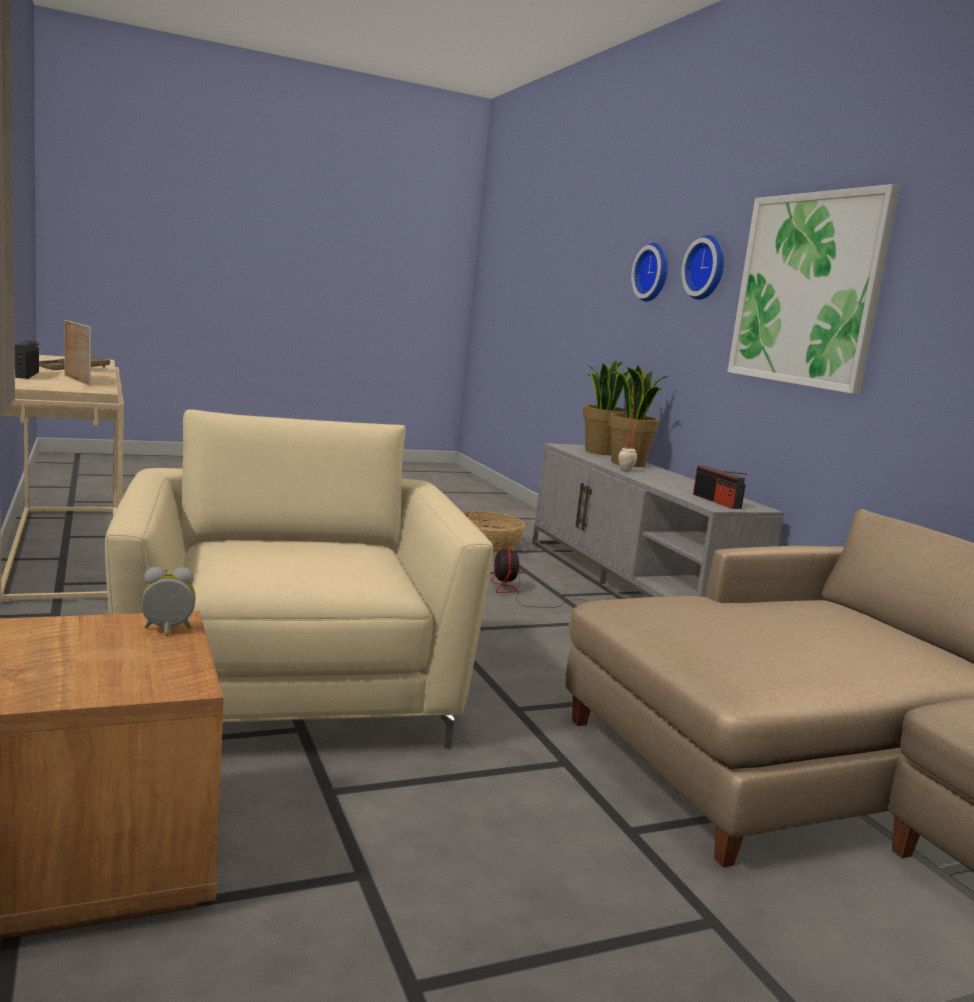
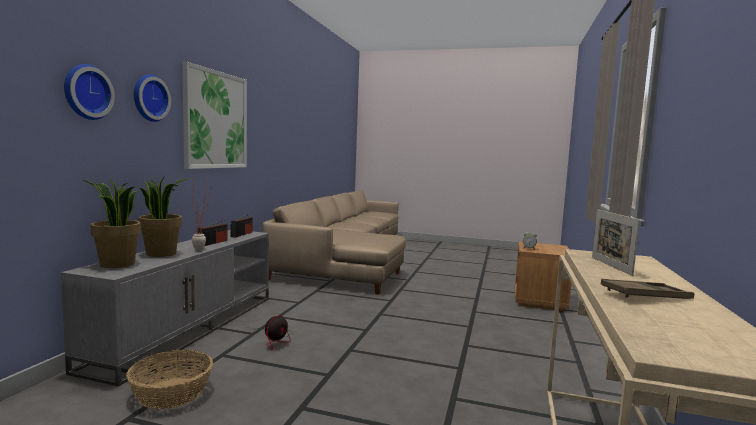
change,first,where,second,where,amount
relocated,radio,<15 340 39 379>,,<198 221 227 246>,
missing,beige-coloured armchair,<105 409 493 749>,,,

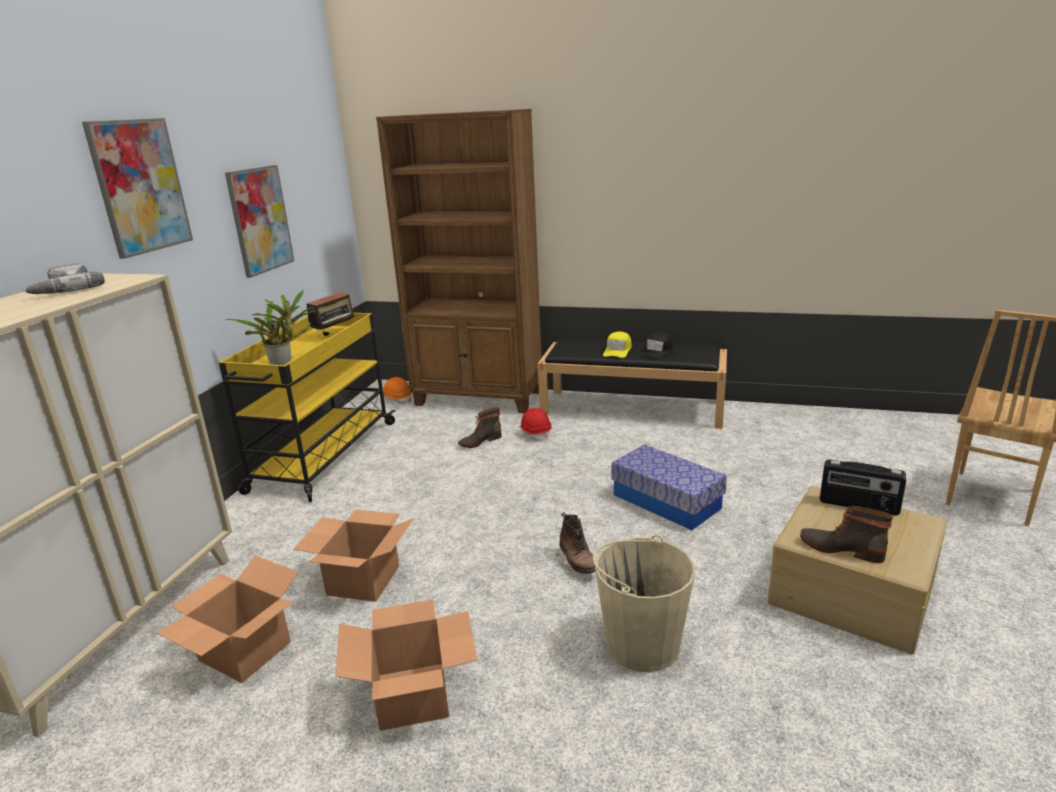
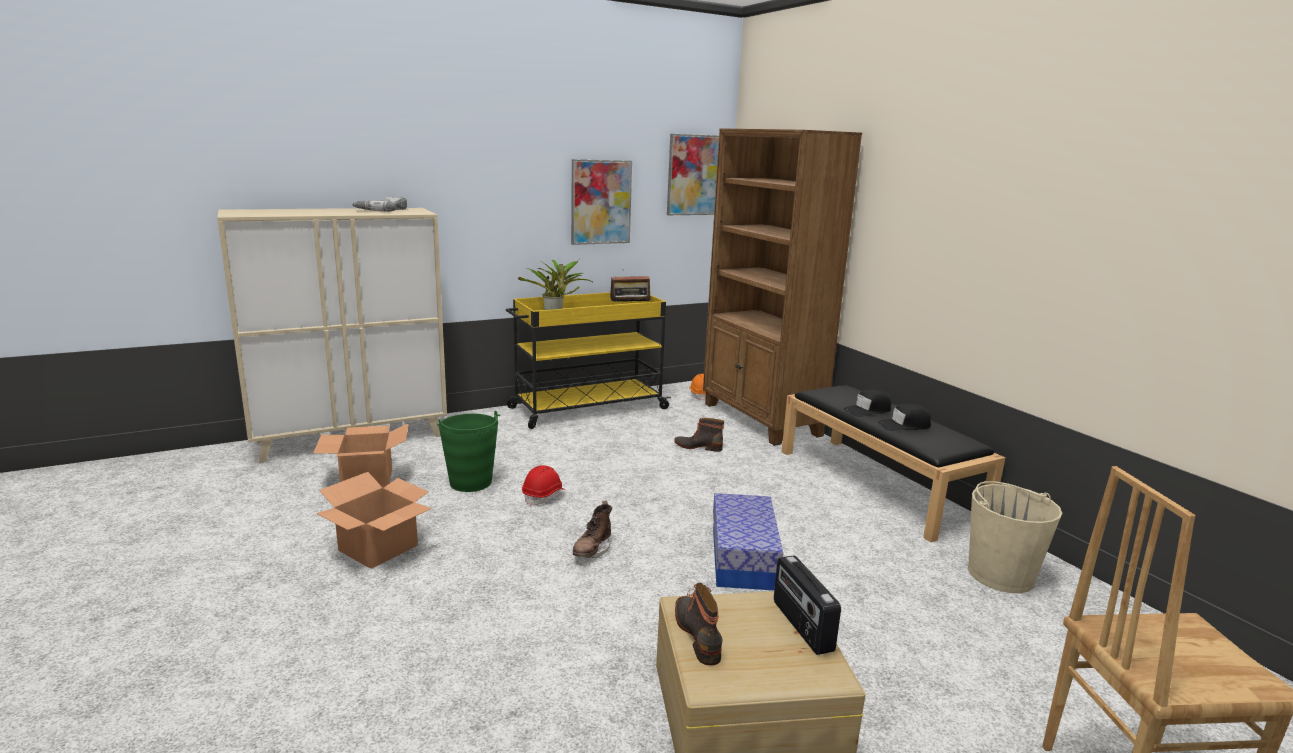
change,first,where,second,where,amount
relocated,wall picture,<82 118 193 259>,,<667 134 719 215>,
exchanged,cardboard box,<293 510 414 602>,green water bucket,<437 411 500 492>,
relocated,reddish hard hat,<519 408 552 441>,,<522 465 565 506>,
relocated,beige-coloured water bucket,<593 535 695 672>,,<968 481 1062 593>,
colour,yellow-coloured peaked cap,<603 332 631 358>,black-coloured peaked cap,<843 389 891 417>,

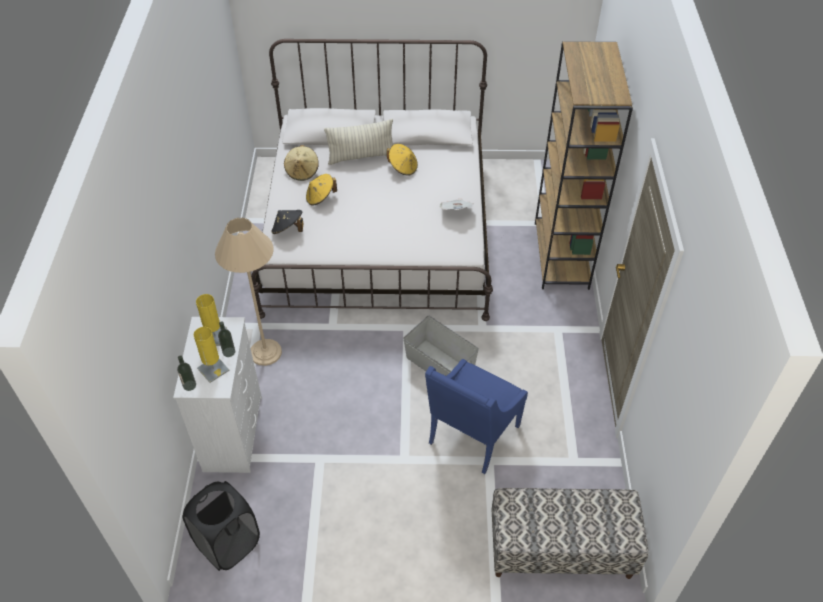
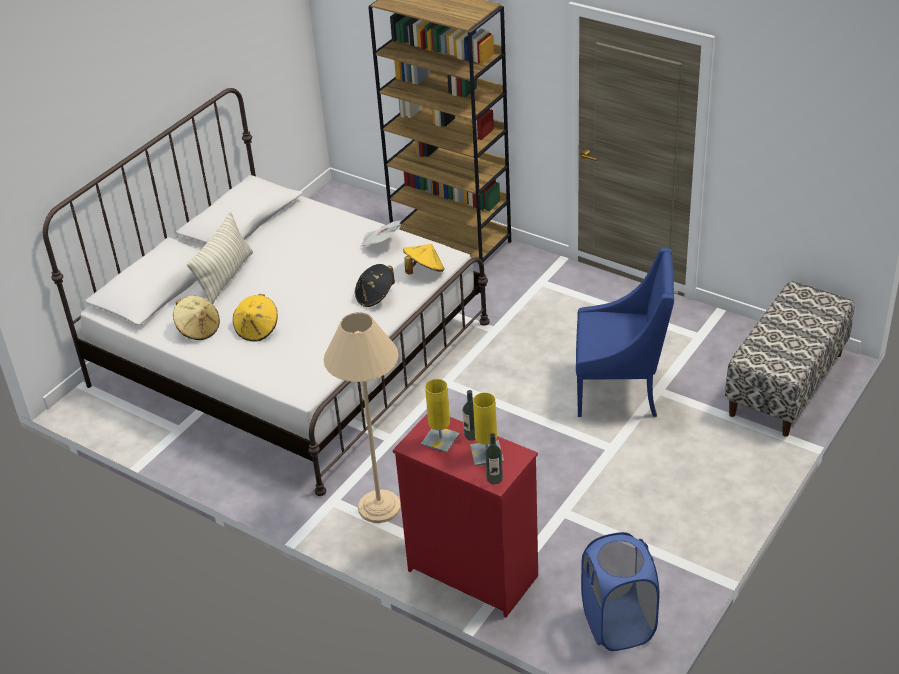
change,first,where,second,where,amount
colour,white dresser,<173 317 262 473>,reddish dresser,<393 414 538 617>,
colour,black-coloured washing basket,<182 481 260 571>,blue washing basket,<581 532 659 651>,
relocated,black-coloured hat,<272 210 303 234>,,<355 264 395 307>,
relocated,yellow-coloured hat,<387 144 418 175>,,<403 244 445 275>,
missing,greyish storage bin,<403 315 479 376>,,,
spun,blue armchair,<425 359 528 474>,,<576 248 674 417>,60 degrees counterclockwise

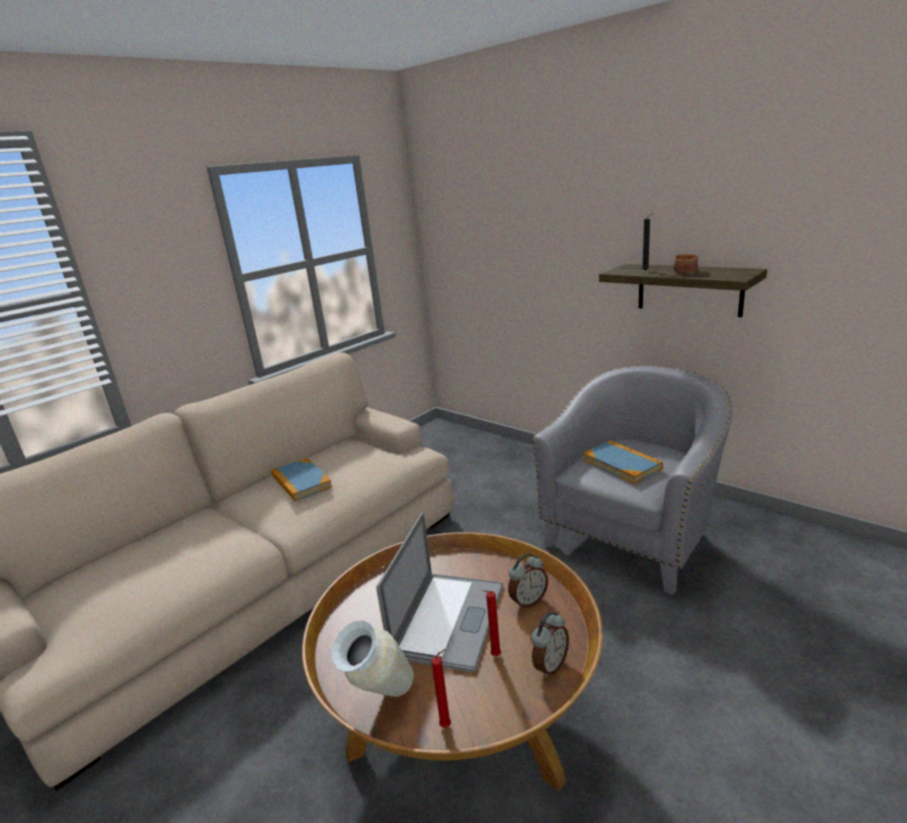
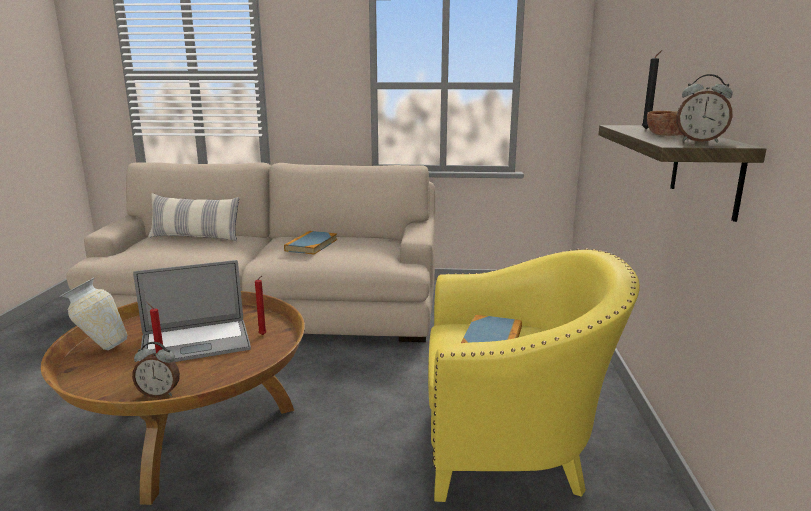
change,first,where,second,where,amount
relocated,reddish wax light,<431 649 451 728>,,<255 276 267 335>,
relocated,alarm clock,<508 553 548 609>,,<676 74 733 143>,
colour,greyish armchair,<532 365 733 595>,yellow-coloured armchair,<428 248 640 502>,
appeared,,,throw pillow,<148 193 239 241>,

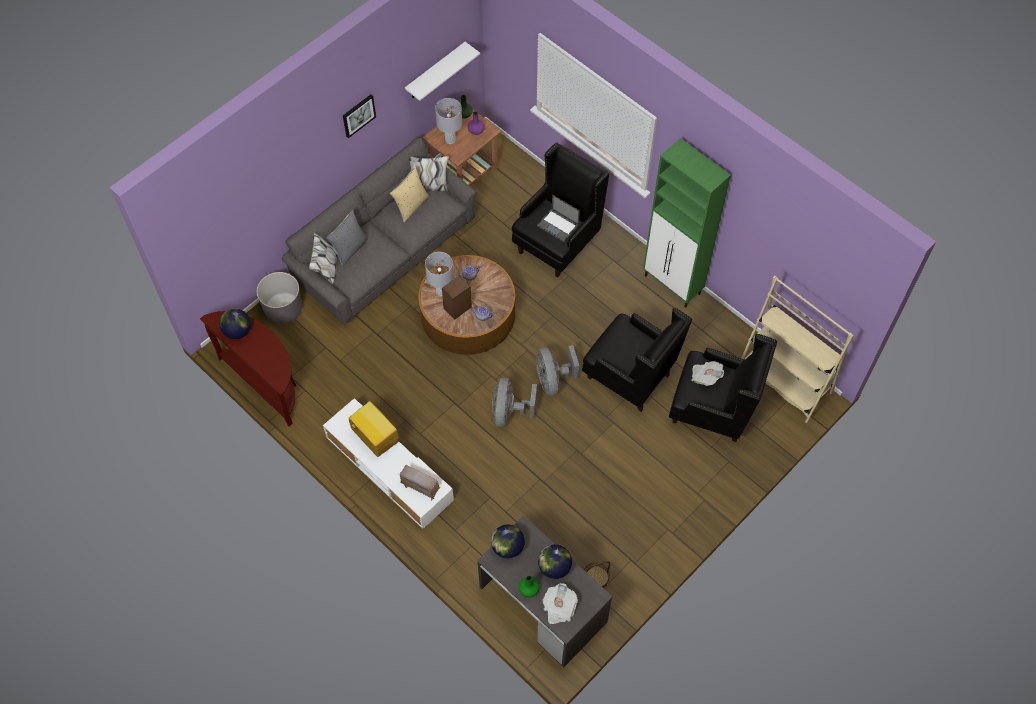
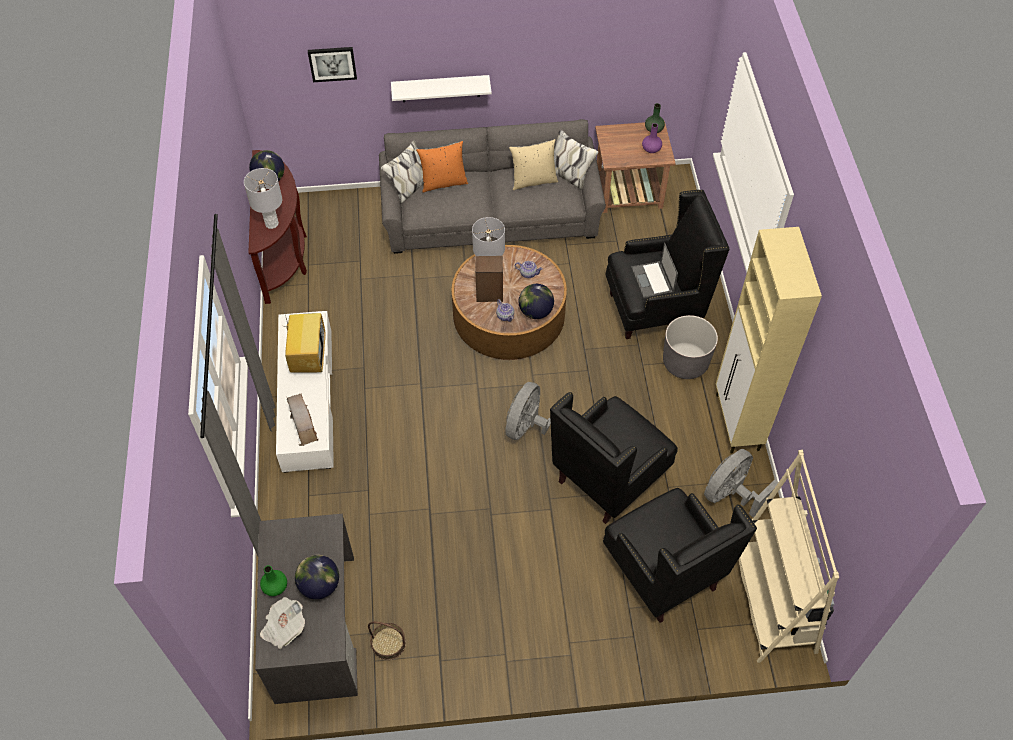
change,first,where,second,where,amount
relocated,greyish plant pot,<256 272 302 324>,,<663 315 718 379>,
colour,greyish throw pillow,<326 210 368 267>,orangey throw pillow,<416 141 468 193>,
relocated,wall picture,<343 94 376 138>,,<308 47 357 82>,
relocated,white wall shelf,<405 42 480 101>,,<391 75 492 102>,
relocated,greyish tabletop lamp,<435 98 462 144>,,<244 168 282 229>,
relocated,world globe,<491 524 525 558>,,<519 284 554 319>,
relocated,greyish electric fan,<492 378 537 427>,,<704 449 779 518>,
spun,black-coloured armchair,<582 308 692 412>,,<550 392 678 524>,60 degrees clockwise
colour,green storage cabinet,<643 138 731 308>,beige-coloured storage cabinet,<716 227 822 453>,
missing,daily paper,<692 361 724 386>,,,

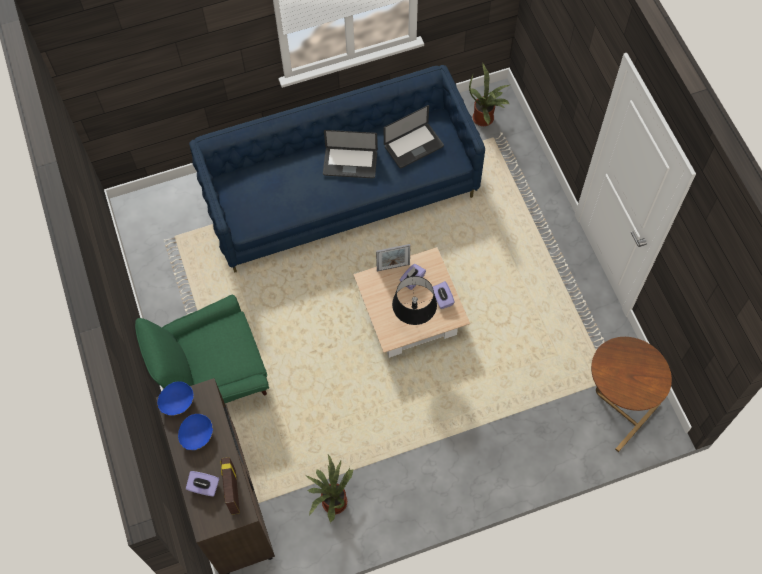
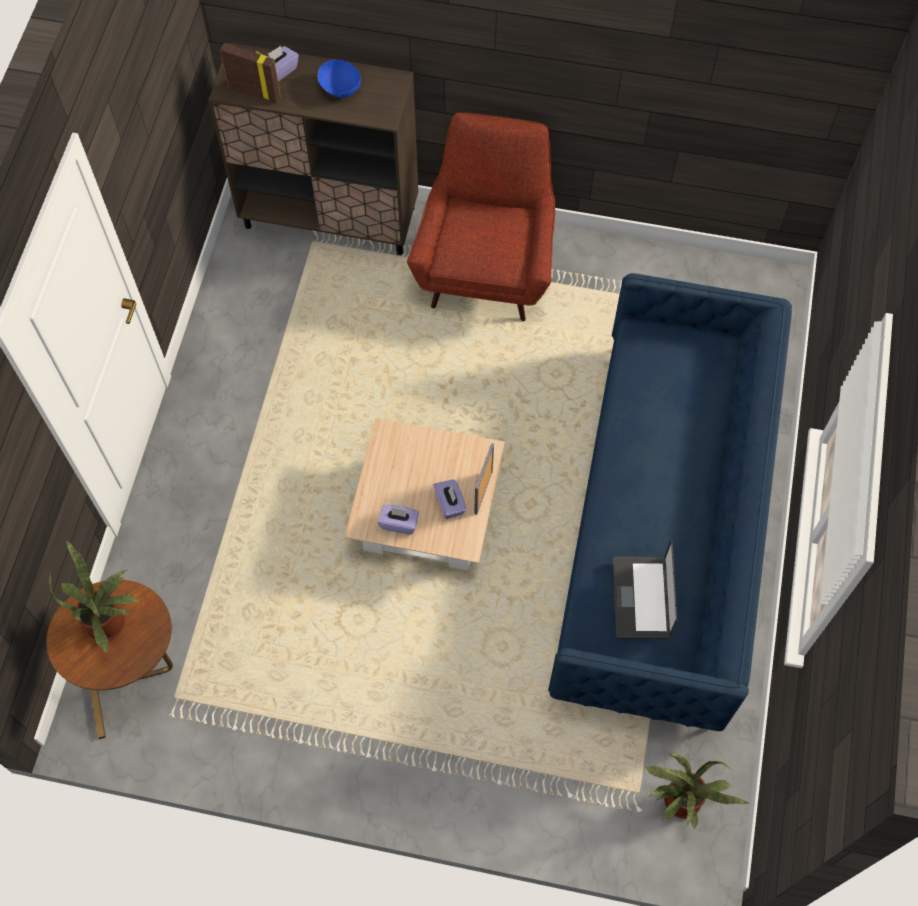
change,first,where,second,where,amount
colour,green armchair,<135 295 269 403>,reddish armchair,<407 113 556 321>,
missing,blue serving bowl,<157 381 194 416>,,,
relocated,plant in a pot,<305 455 354 523>,,<49 540 139 654>,
missing,laptop,<323 130 378 178>,,,
missing,black-coloured tabletop lamp,<392 276 437 325>,,,

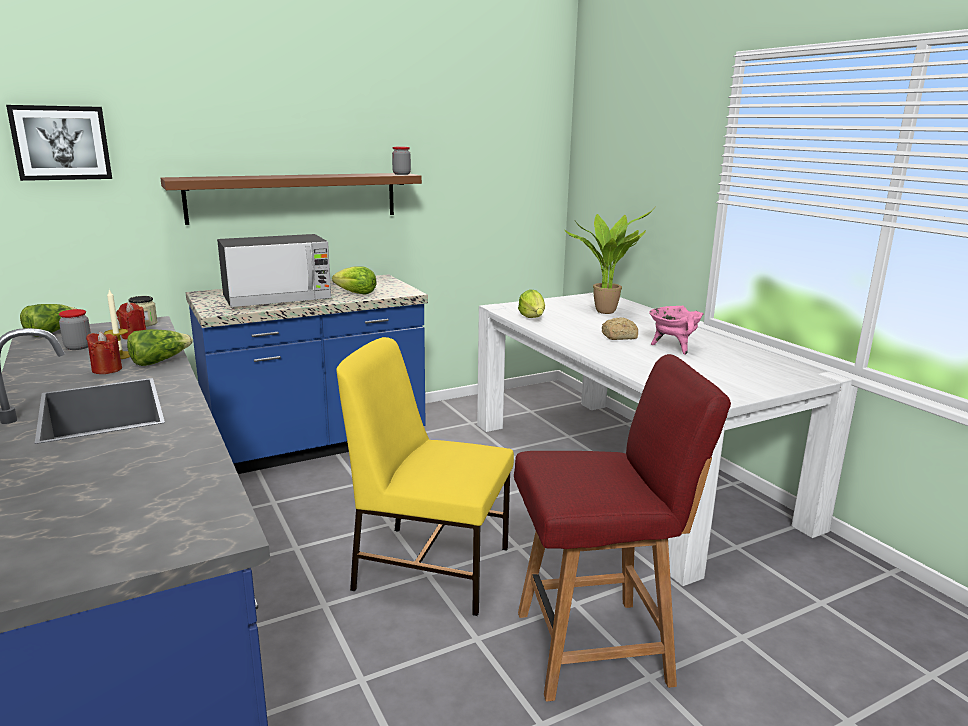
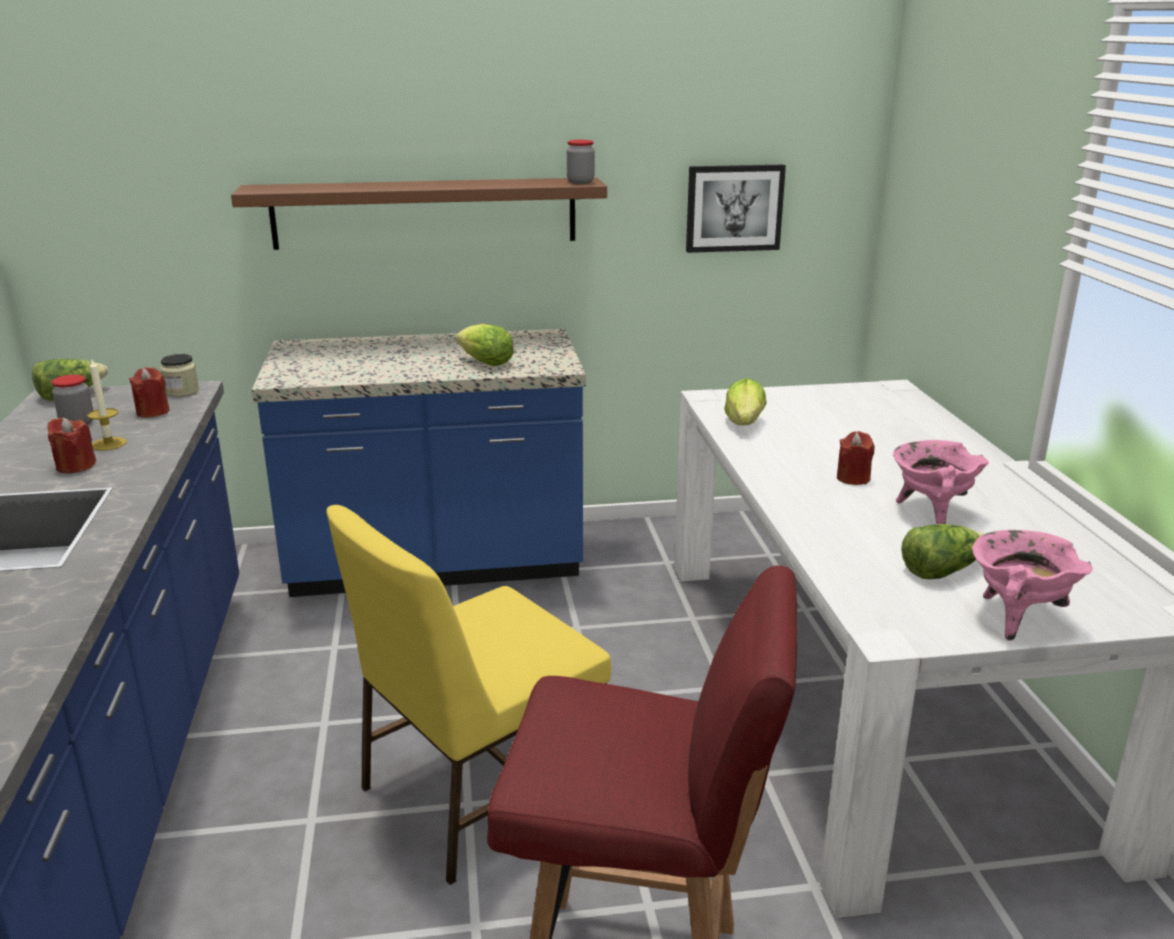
change,first,where,second,where,amount
relocated,wall picture,<6 105 112 181>,,<686 165 786 253>,
relocated,head of lettuce,<127 329 193 366>,,<901 524 983 579>,
missing,kitchen microwave,<217 234 331 307>,,,
spun,yellow-coloured upright chair,<336 337 514 616>,,<327 505 611 885>,75 degrees counterclockwise
missing,plant in a pot,<564 209 654 314>,,,
exchanged,baked bread,<602 318 638 340>,reddish wax light,<837 431 875 485>,
appeared,,,pink-coloured stockpot,<972 530 1093 641>,

